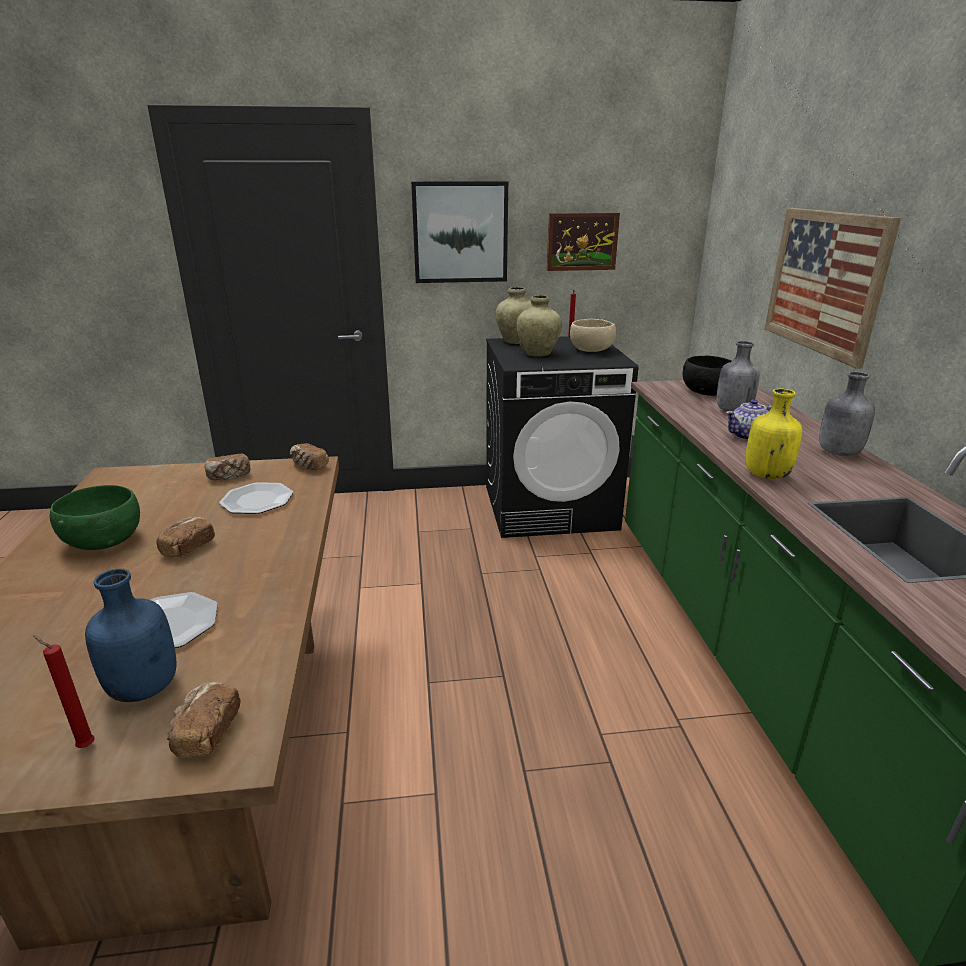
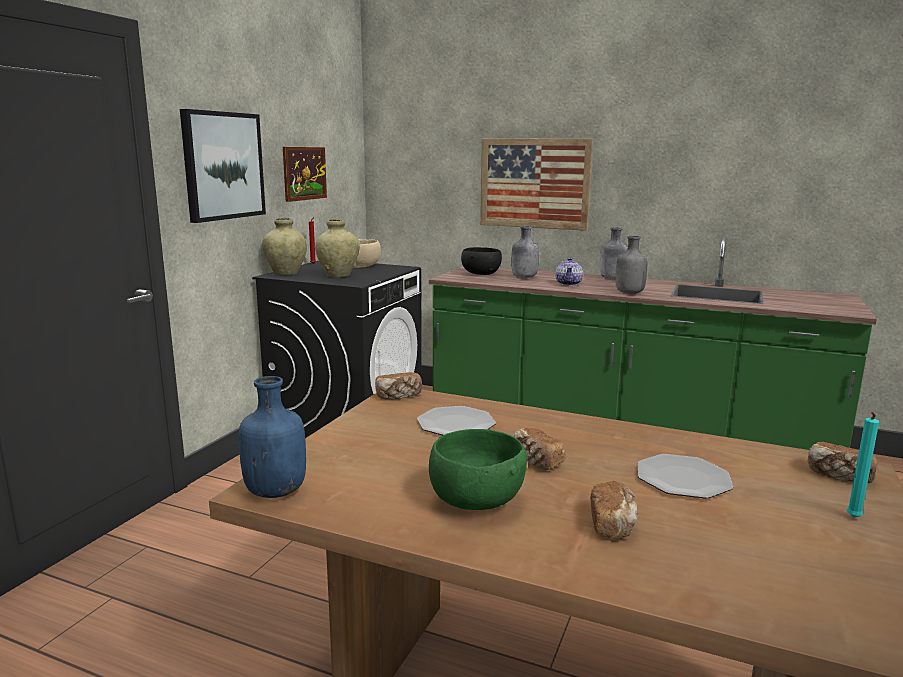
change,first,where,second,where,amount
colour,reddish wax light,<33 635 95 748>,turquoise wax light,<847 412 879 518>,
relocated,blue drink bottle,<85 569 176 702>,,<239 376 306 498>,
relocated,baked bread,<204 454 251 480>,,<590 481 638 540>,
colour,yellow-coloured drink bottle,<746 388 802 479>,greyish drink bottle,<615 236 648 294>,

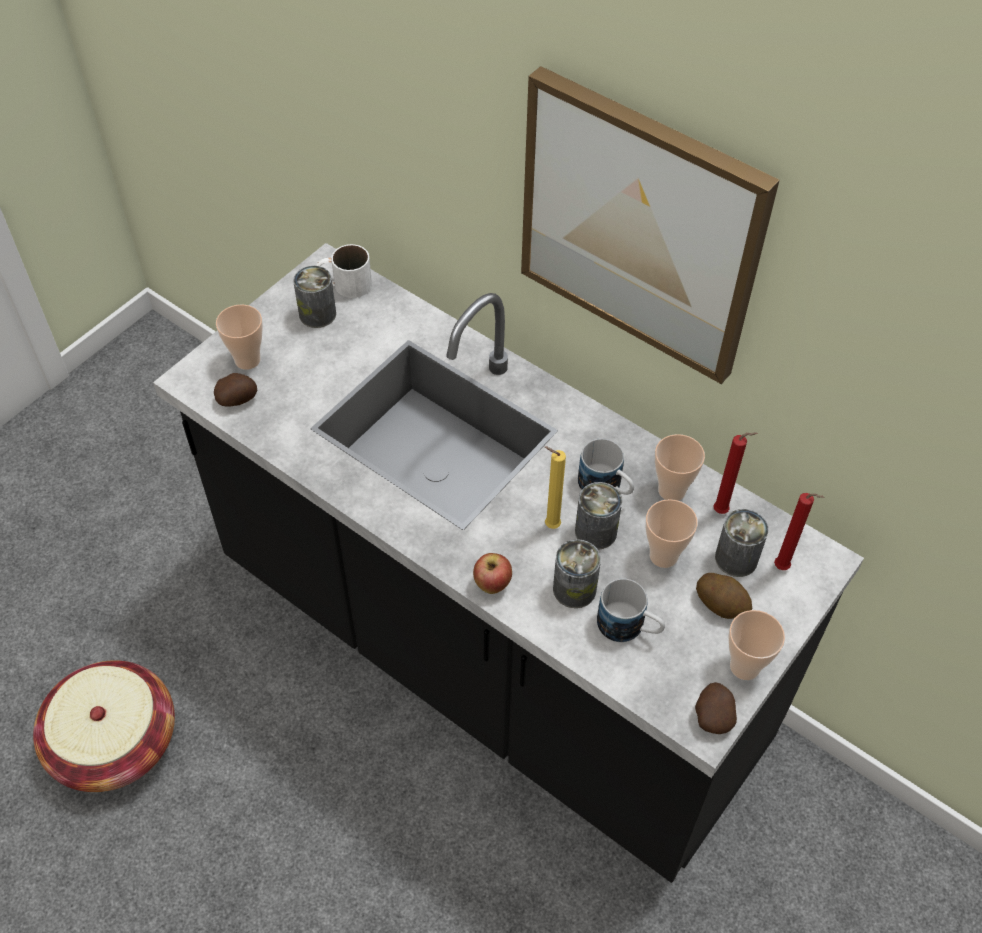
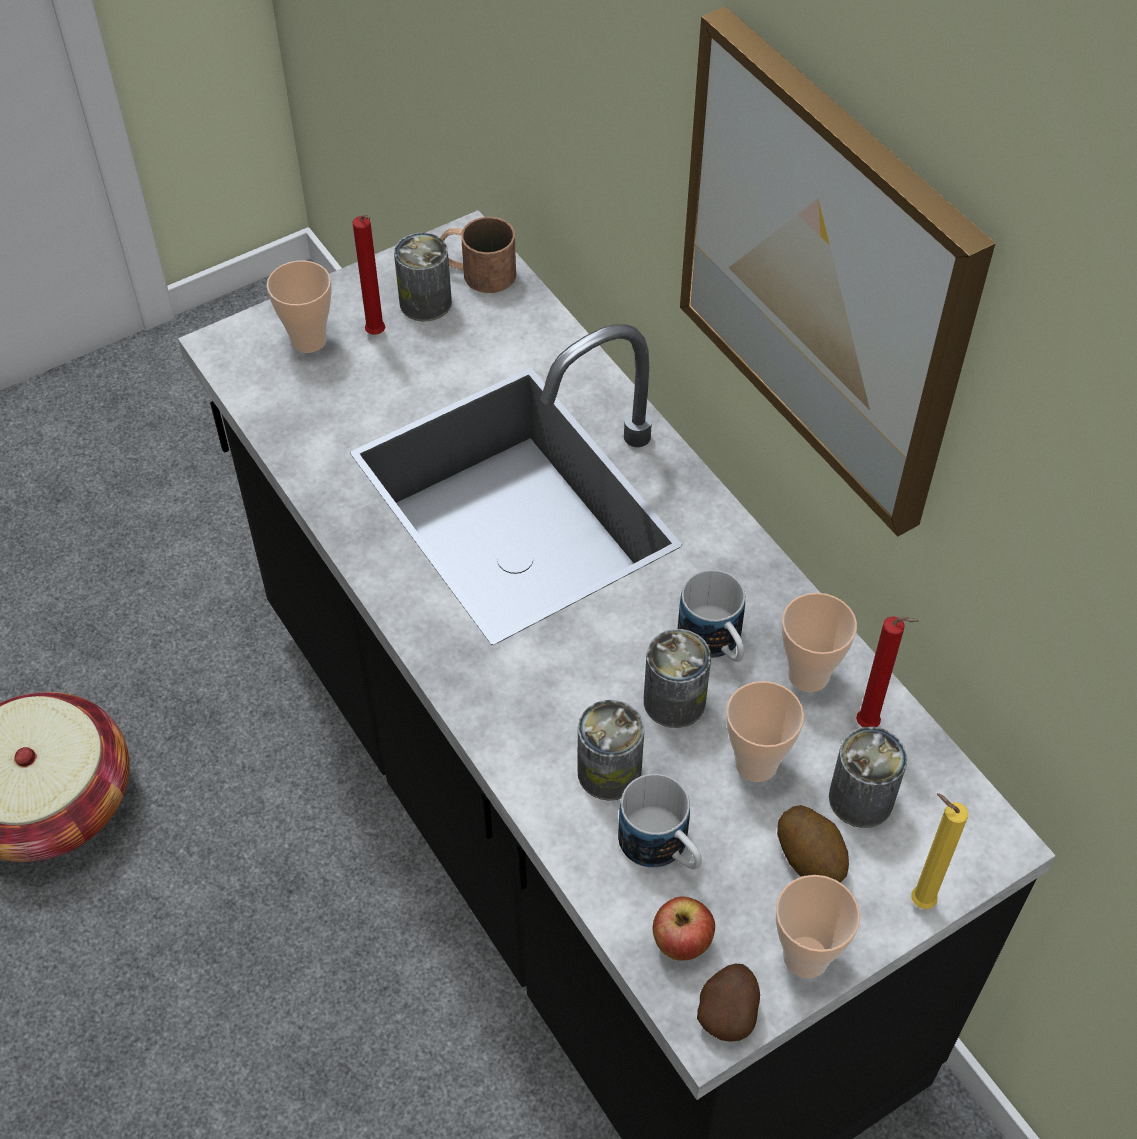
change,first,where,second,where,amount
missing,whole potato,<214 373 257 407>,,,
colour,white coffee mug,<316 244 372 298>,brown-coloured coffee mug,<440 217 516 293>,
relocated,apple fruit,<473 553 512 594>,,<653 896 715 961>,
relocated,yellow-coloured wax light,<545 446 566 529>,,<911 793 968 909>,
relocated,reddish wax light,<774 493 824 570>,,<352 215 385 335>,

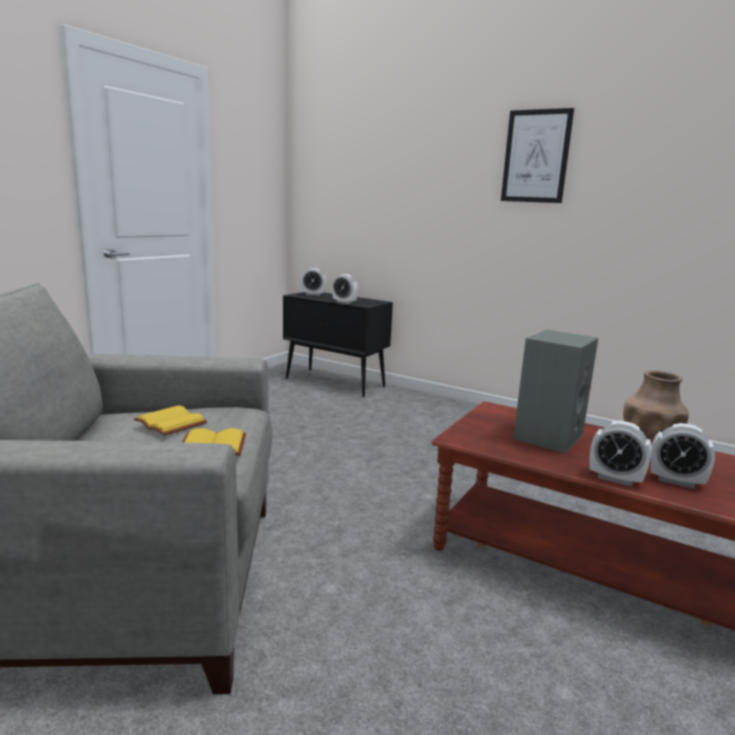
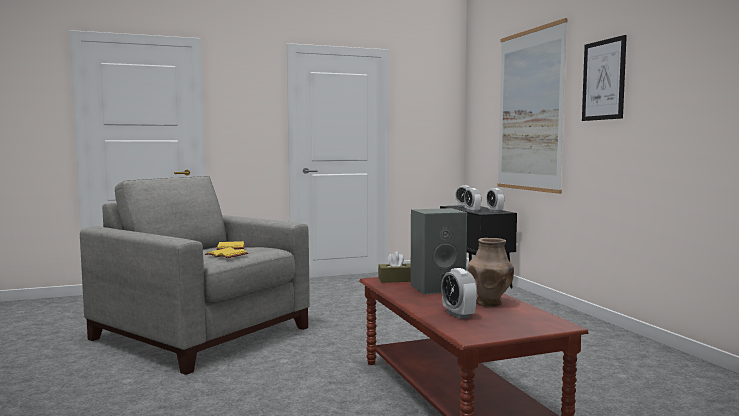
change,first,where,second,where,amount
relocated,alarm clock,<590 421 652 487>,,<486 188 505 212>,
appeared,,,brown-coloured tissue box,<378 251 411 283>,
appeared,,,wall picture,<497 18 568 194>,

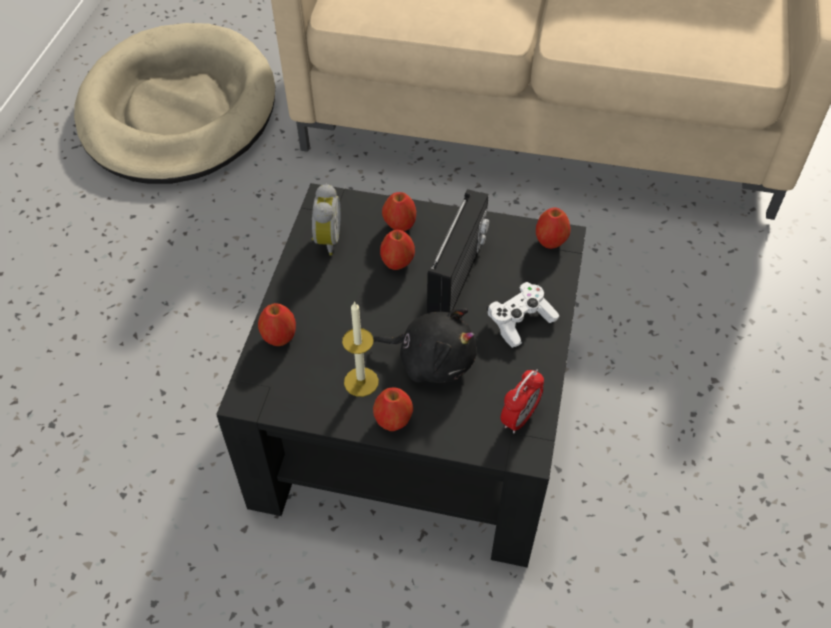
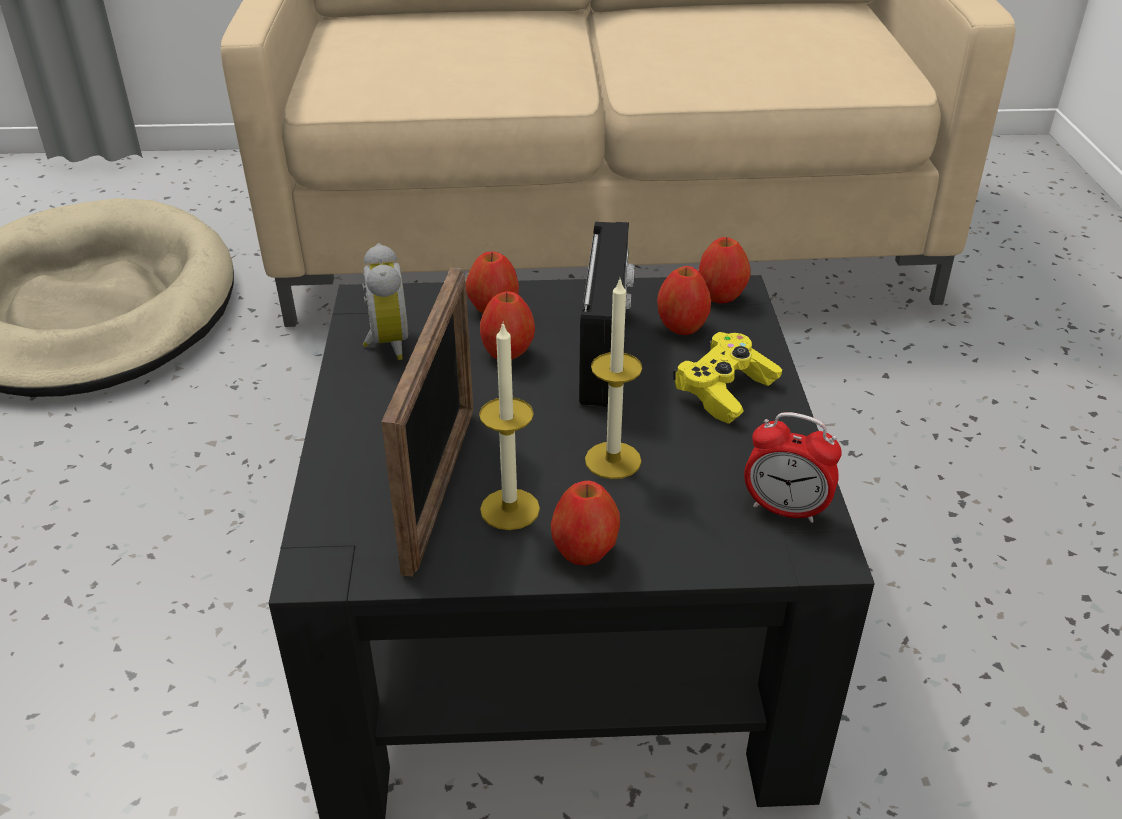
change,first,where,second,where,amount
relocated,apple fruit,<258 303 296 346>,,<657 266 711 335>,
exchanged,black-coloured cuddly toy,<373 308 477 383>,wax light,<585 279 642 479>,
colour,white gamepad,<487 282 559 348>,yellow-coloured gamepad,<674 332 782 424>,
spun,alarm clock,<501 369 544 433>,,<744 412 842 523>,90 degrees clockwise
appeared,,,picture frame,<381 268 473 577>,

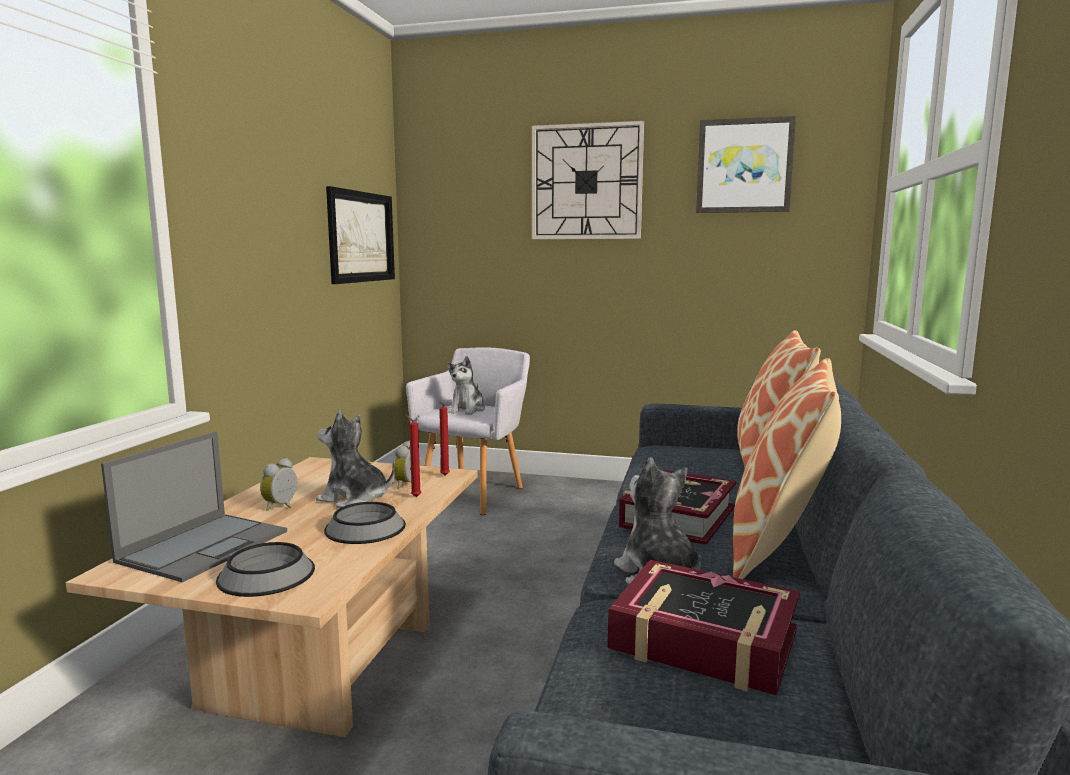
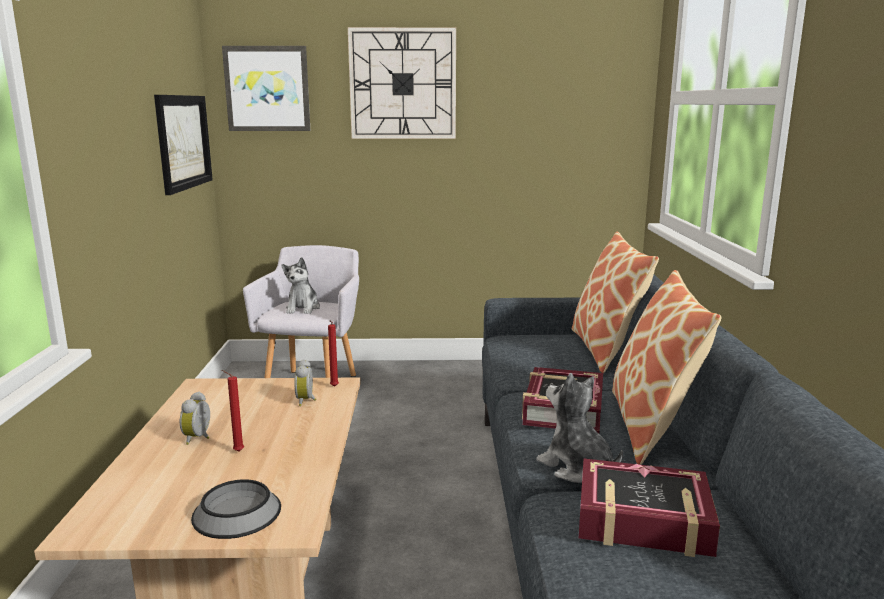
change,first,where,second,where,amount
missing,laptop,<101 432 287 582>,,,
missing,cuddly toy,<316 410 395 508>,,,
missing,serving bowl,<324 502 406 544>,,,
relocated,reddish wax light,<405 415 421 497>,,<222 370 244 452>,
relocated,wall picture,<696 116 796 213>,,<222 46 310 131>,

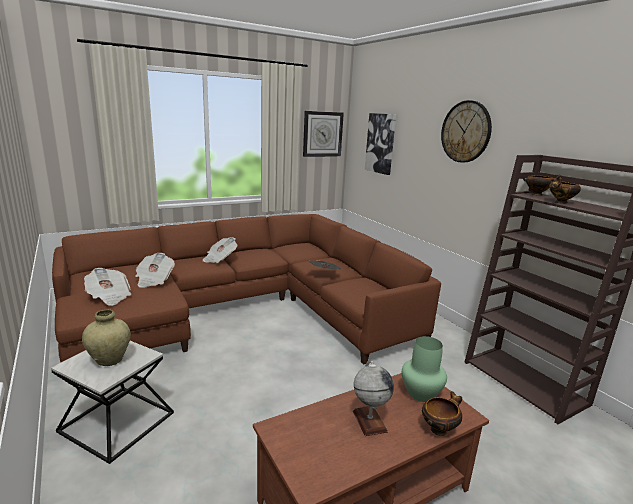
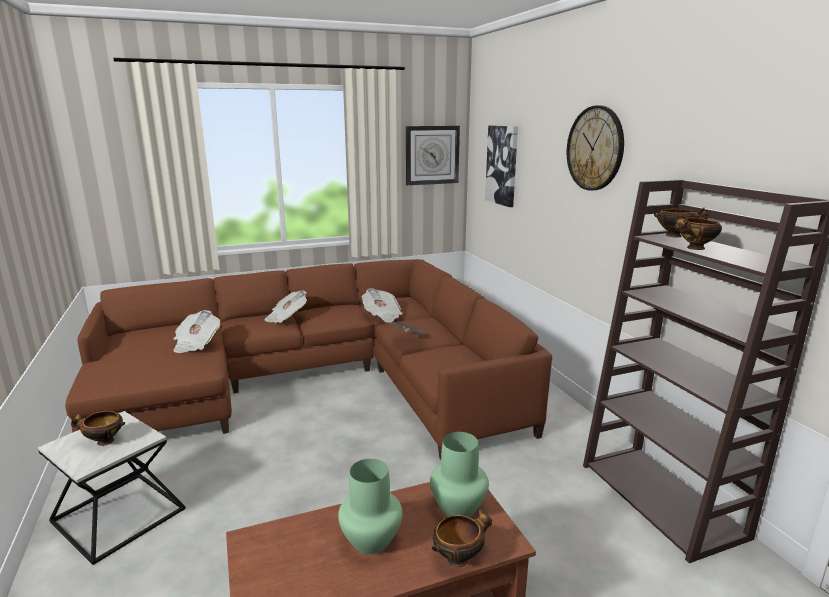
change,first,where,second,where,amount
exchanged,beige-coloured decorative vase,<82 310 131 366>,serving bowl,<71 411 125 446>,
relocated,daily paper,<84 268 132 306>,,<361 288 403 322>,
exchanged,world globe,<353 361 394 436>,green decorative vase,<338 459 402 554>,

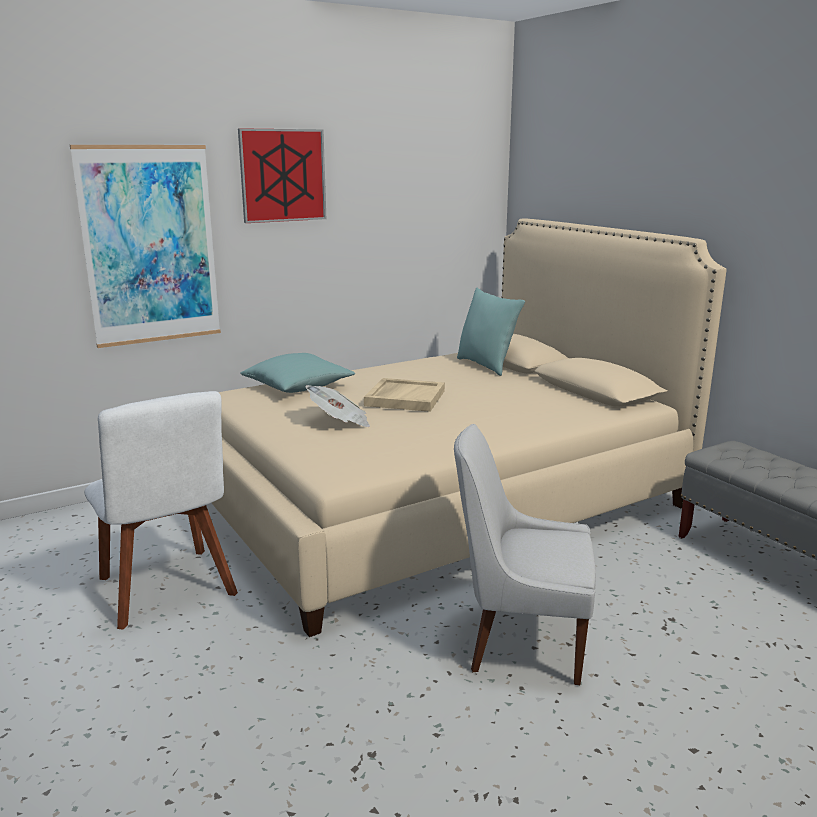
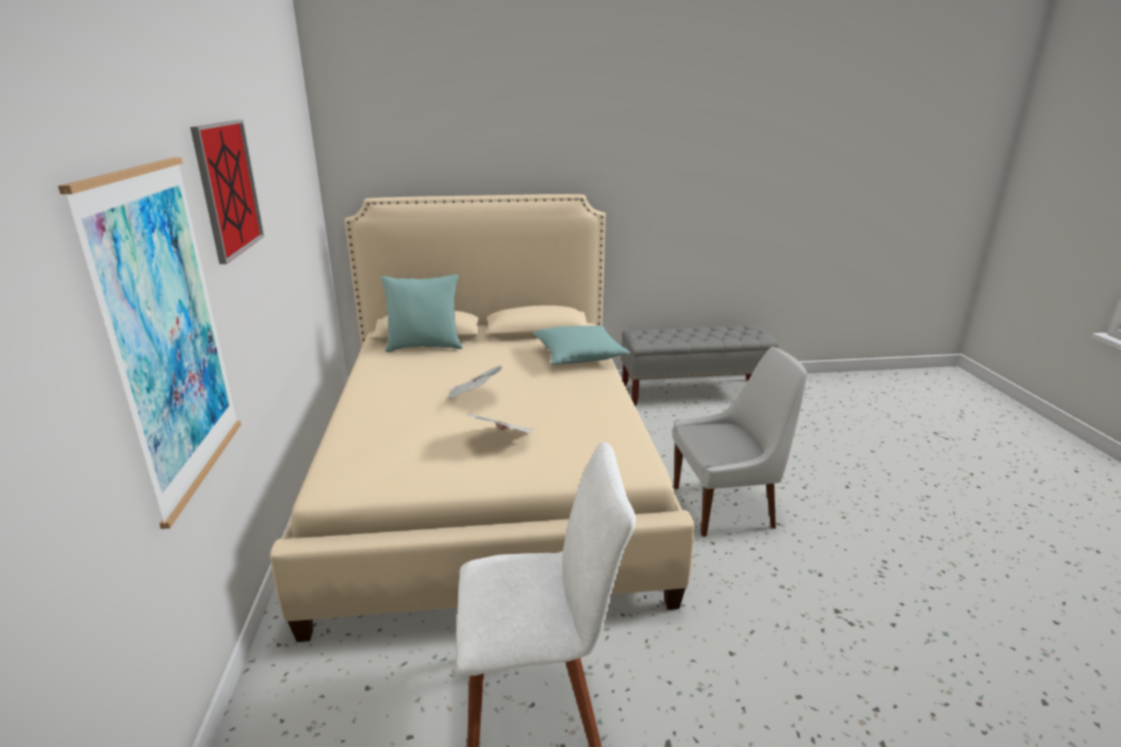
change,first,where,second,where,amount
relocated,turquoise throw pillow,<240 353 355 393>,,<533 326 630 365>,
exchanged,beige-coloured carrying tray,<364 378 445 412>,daily paper,<446 365 503 400>,
spun,white upright chair,<454 424 596 685>,,<673 347 807 537>,135 degrees counterclockwise

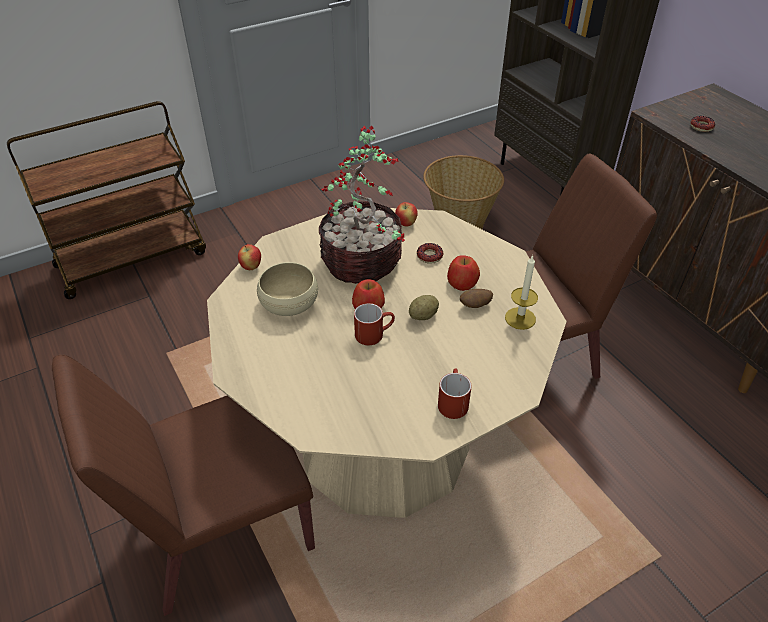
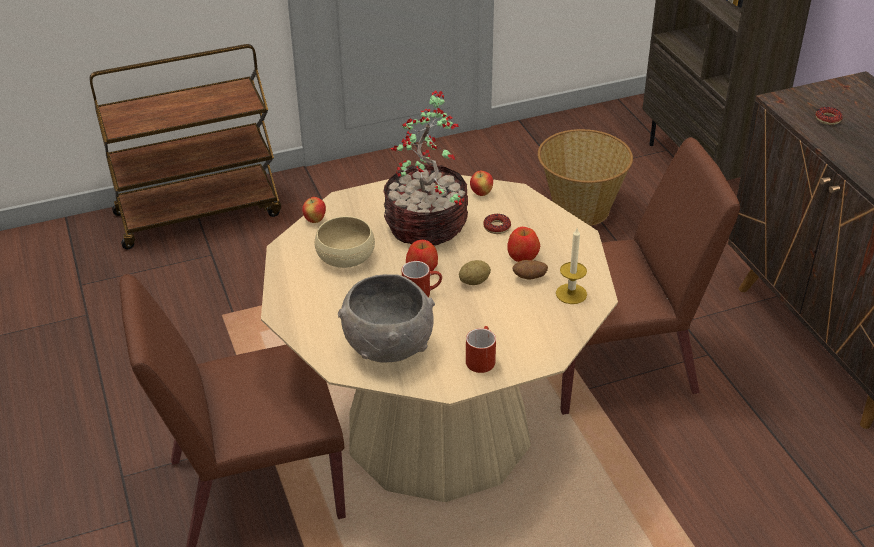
change,first,where,second,where,amount
appeared,,,greyish serving bowl,<338 274 435 362>,

